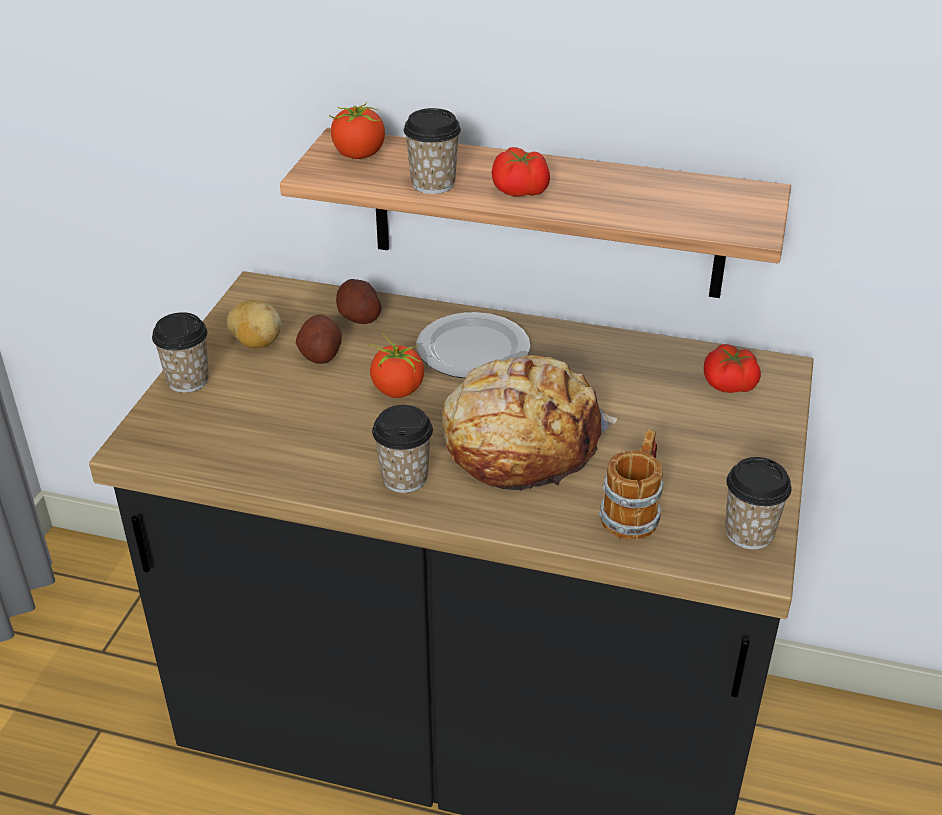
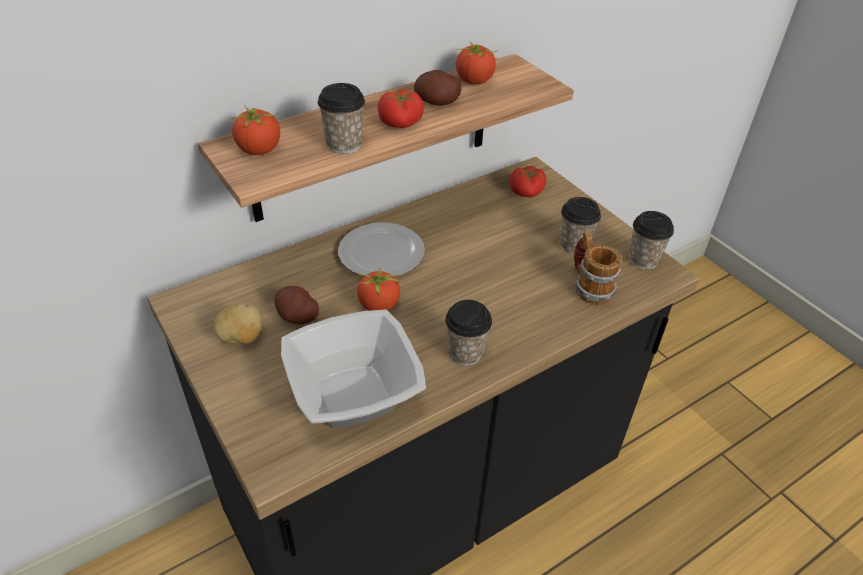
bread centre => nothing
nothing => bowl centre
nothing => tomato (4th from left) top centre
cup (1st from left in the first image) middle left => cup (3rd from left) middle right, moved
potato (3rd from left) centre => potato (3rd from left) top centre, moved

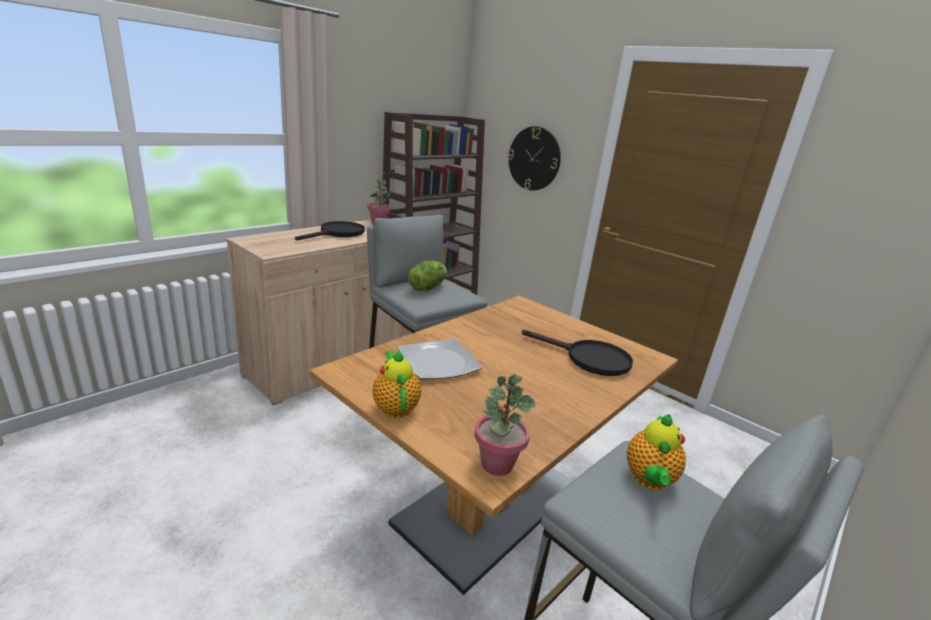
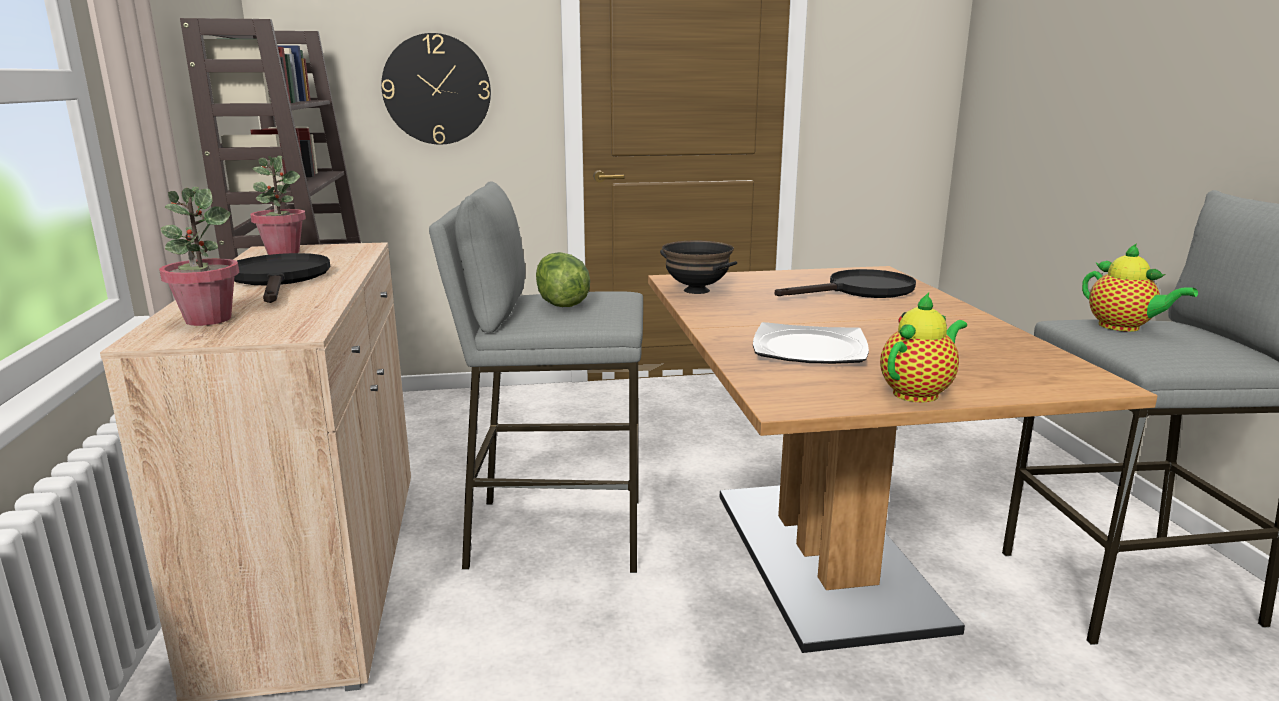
nothing => black bowl centre
potted plant (2nd from left in the first image) bottom centre => potted plant (1st from left) middle left, moved
teapot (1st from left) centre => teapot (1st from left) middle right, 120 degrees clockwise

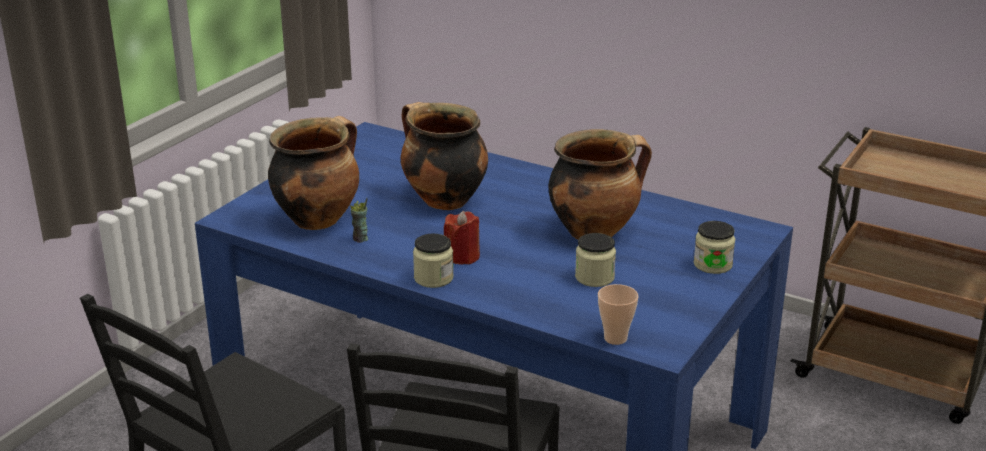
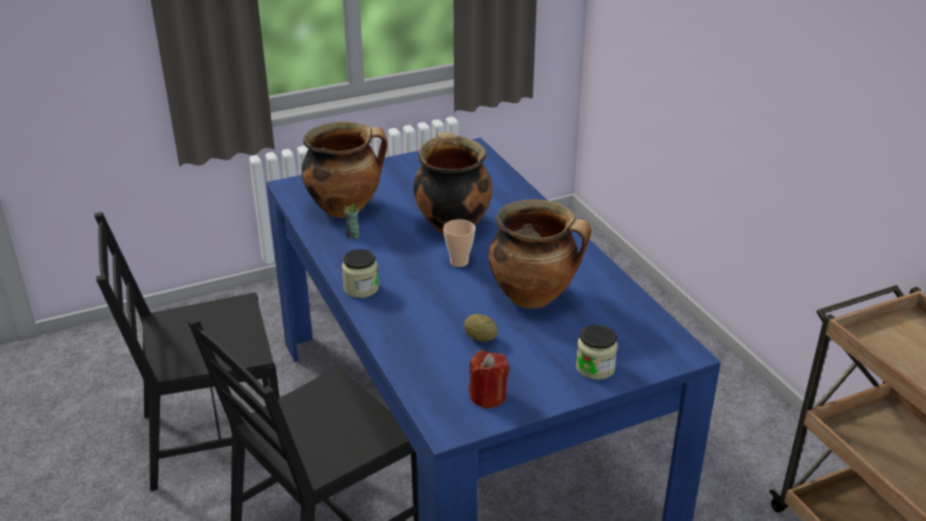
red candle centre => red candle bottom centre, moved
cup (2nd from left) bottom centre => cup (2nd from left) centre, moved
jar (2nd from left) centre => potato centre

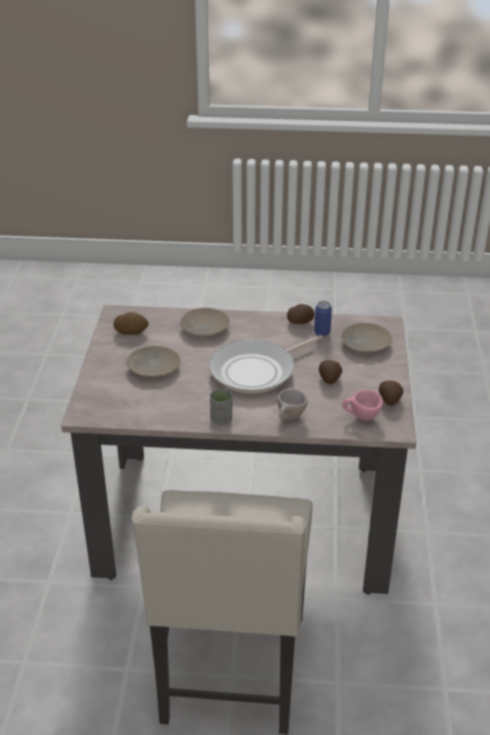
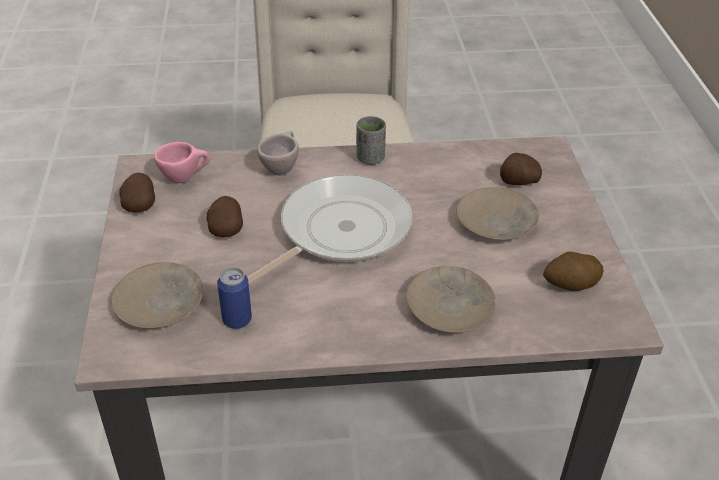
potato (2nd from left in the first image) centre => potato (3rd from left) middle right, moved

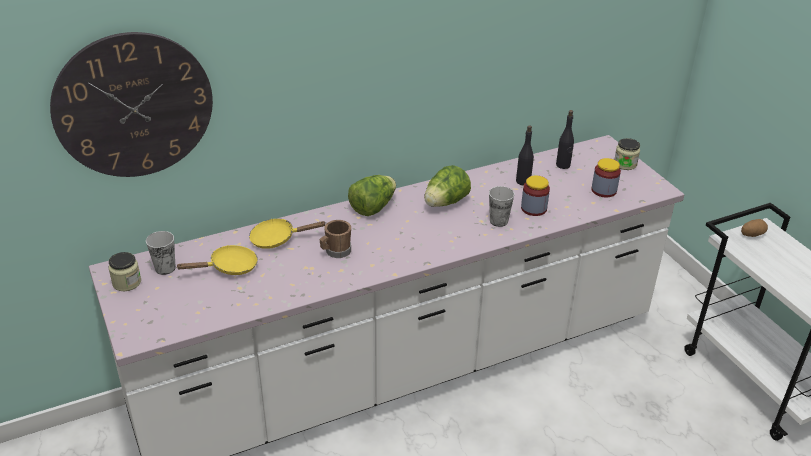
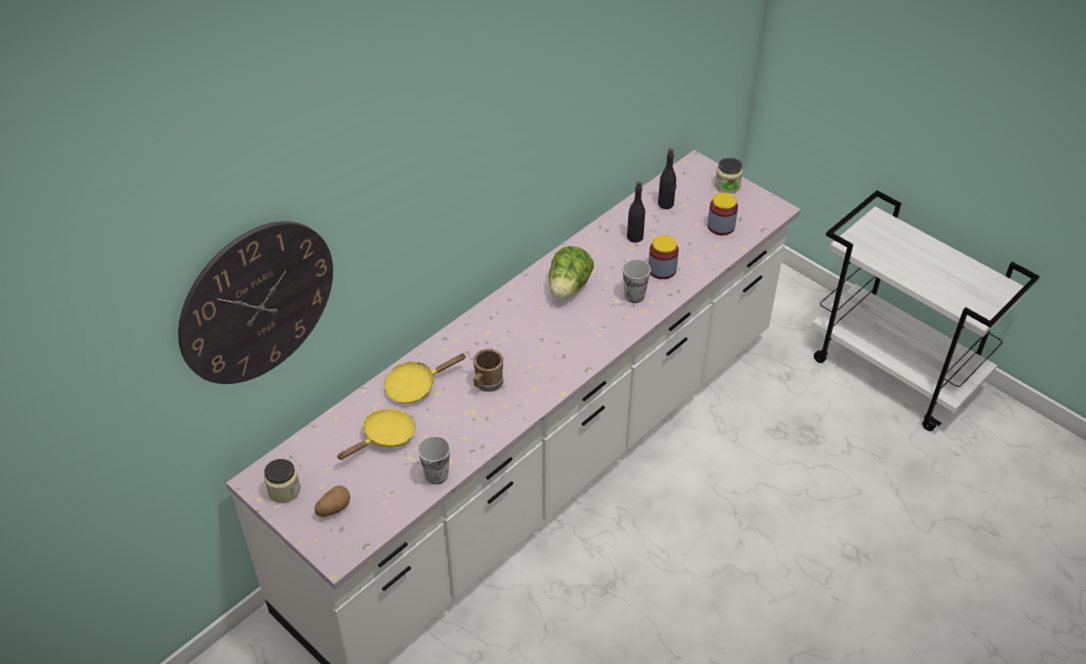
lettuce (1st from left) centre => nothing
cup (1st from left) middle left => cup (1st from left) bottom centre, moved
potato middle right => potato bottom left, moved

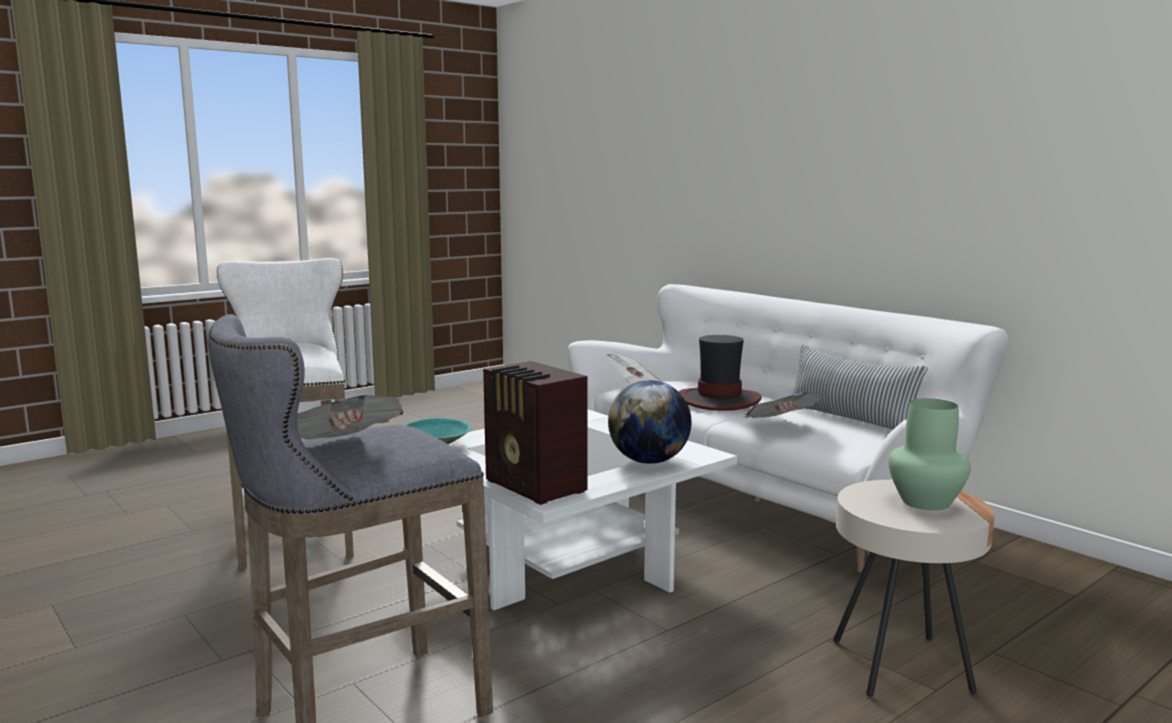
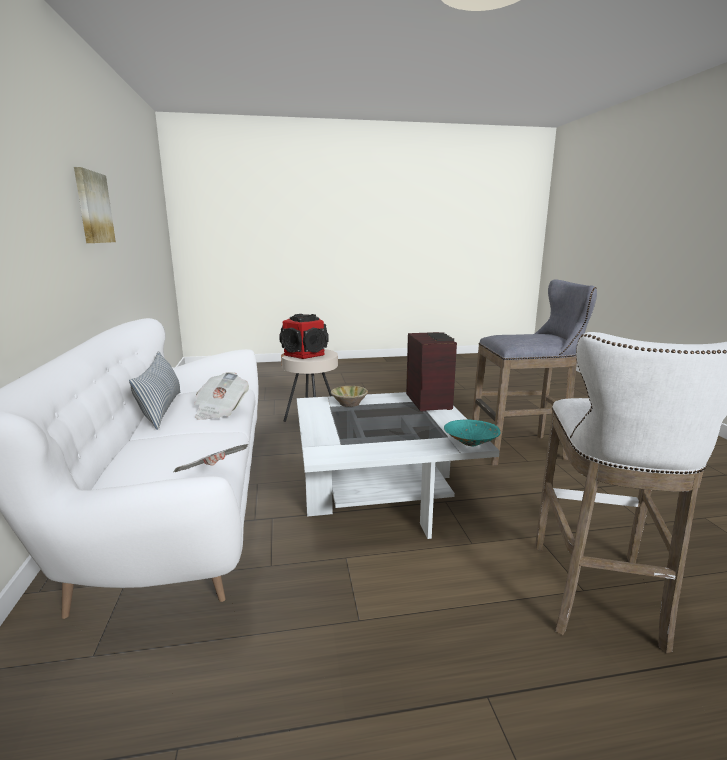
newspaper (1st from left) middle left => nothing
hat centre => nothing
nothing => picture top left
globe centre => beige bowl centre
green vase middle right => speaker centre

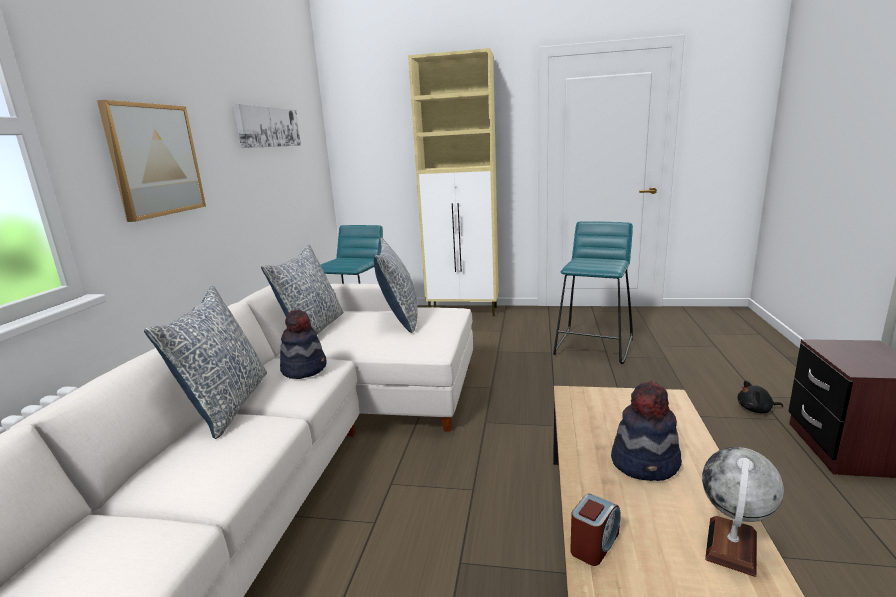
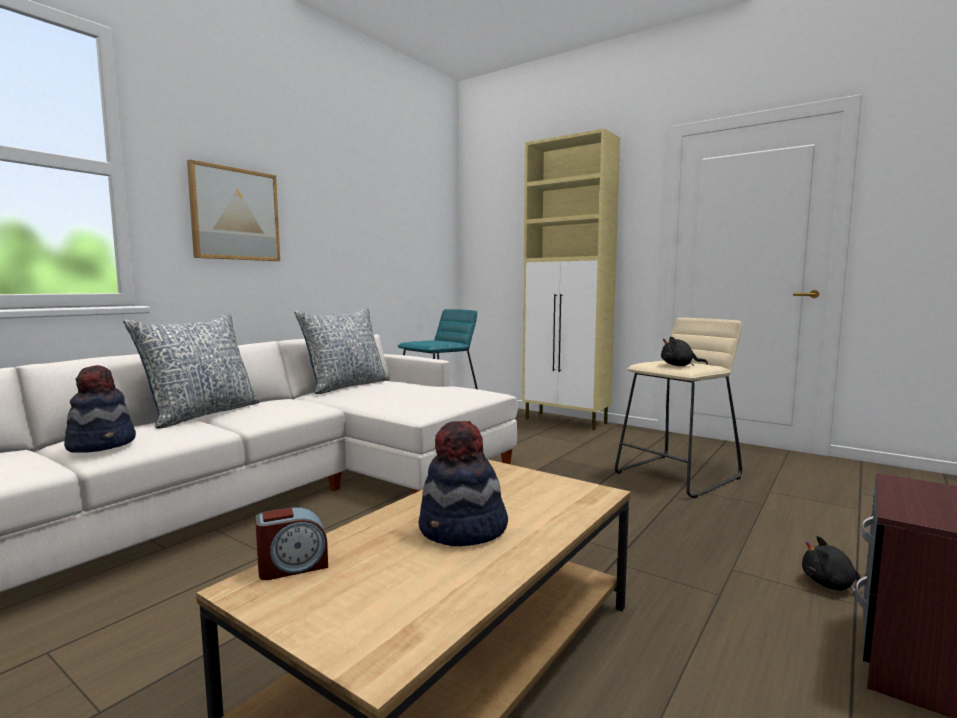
picture (2nd from left) top left => nothing
pillow (3rd from left) centre => nothing
globe bottom right => nothing
nothing => black plush toy (1st from left) middle right
hat (1st from left) centre => hat (1st from left) middle left, moved
turquoise stool (2nd from left) centre => beige stool middle right

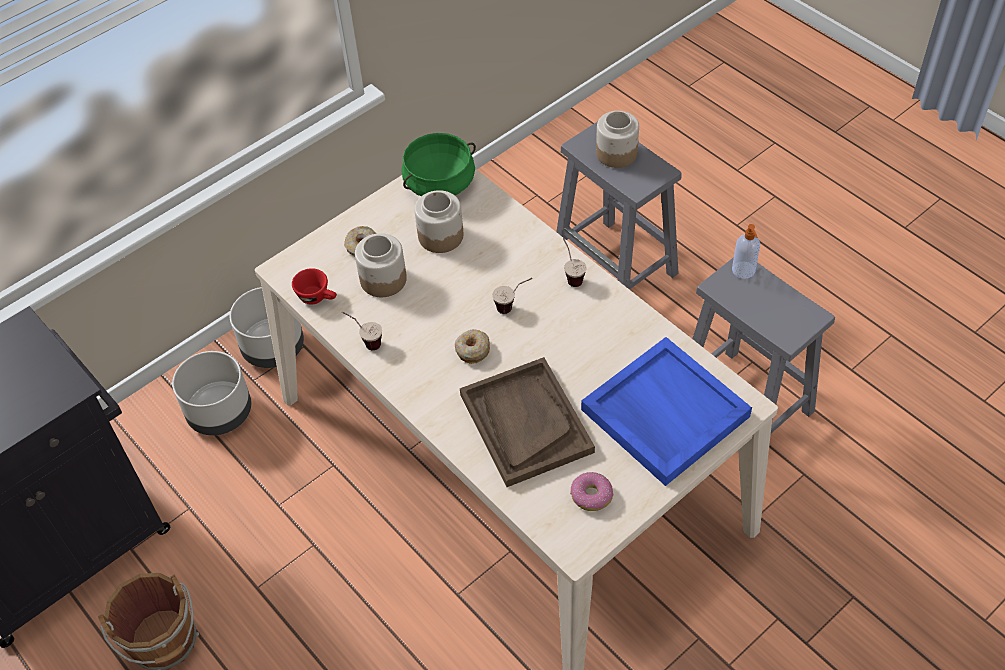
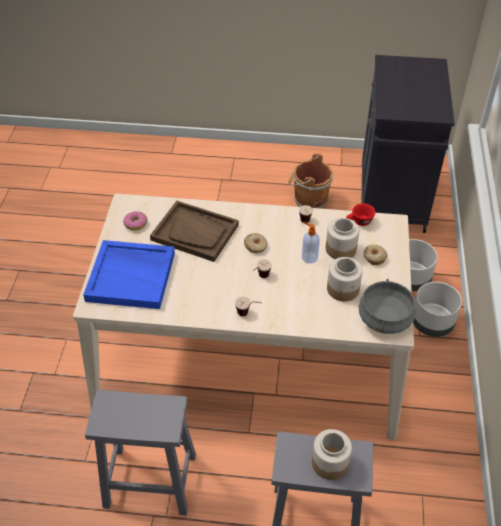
soap dispenser middle right => soap dispenser centre, moved
green cooking pot top centre => grey cooking pot middle right

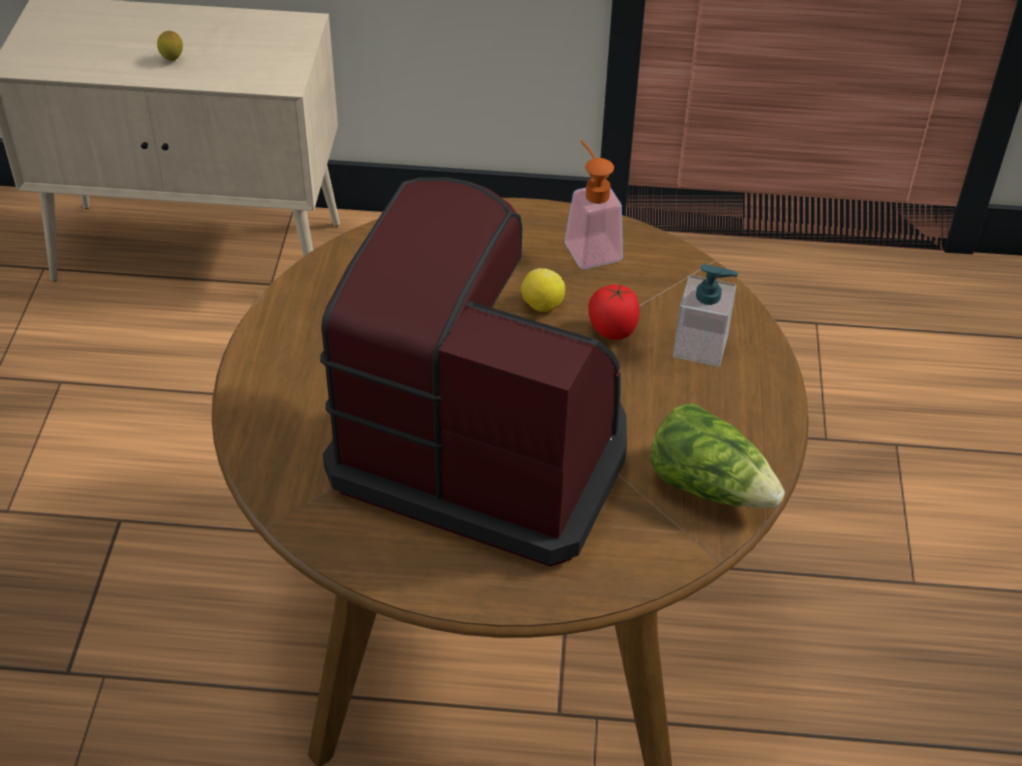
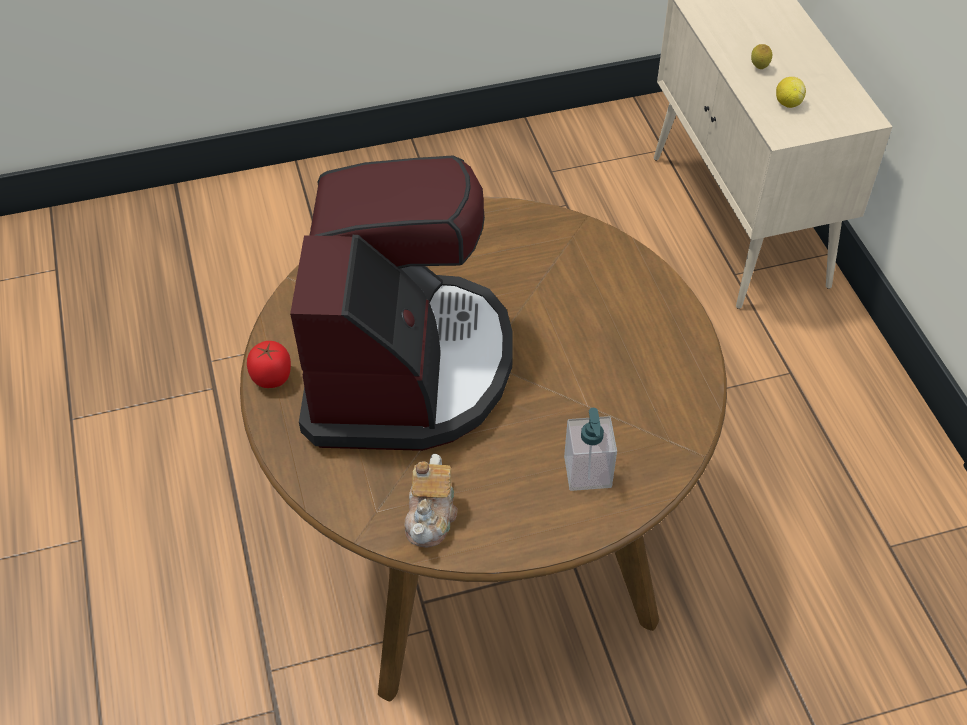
soap dispenser (1st from left) top centre => nothing
lemon (2nd from left) centre => lemon (2nd from left) top right, moved
tomato centre => tomato middle left, moved
lettuce middle right => teapot bottom centre

